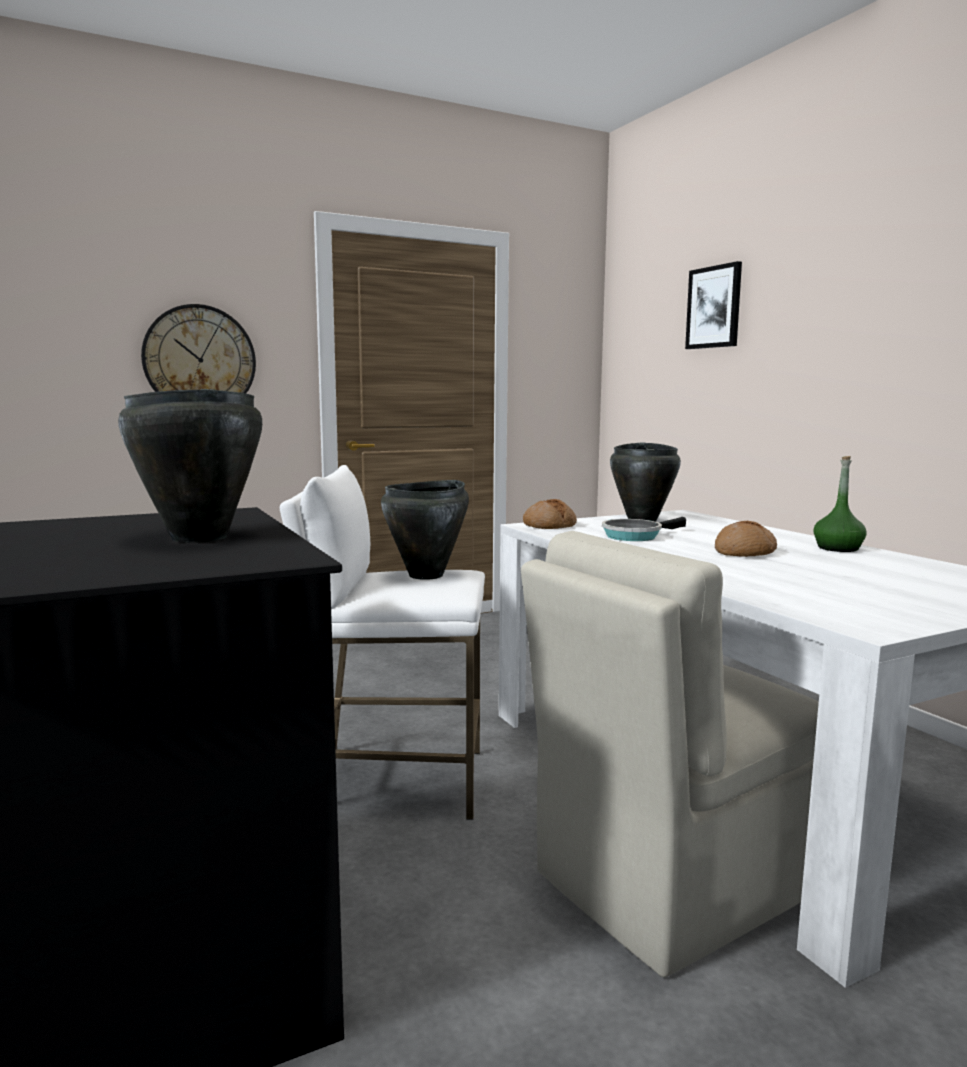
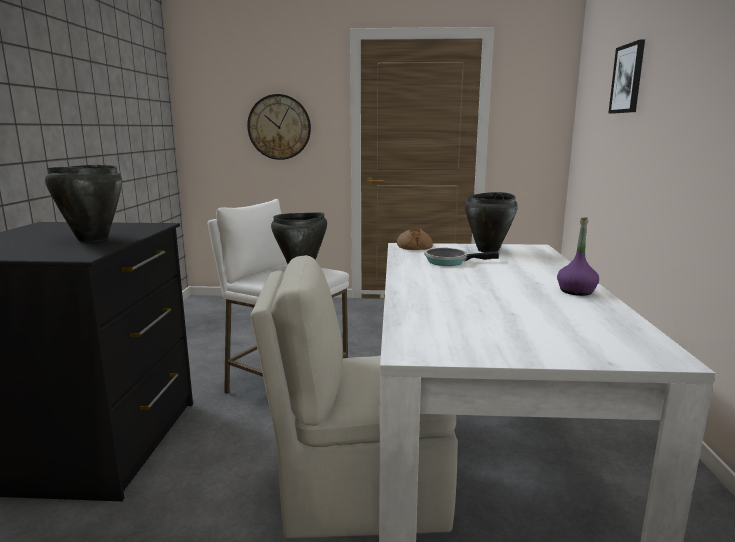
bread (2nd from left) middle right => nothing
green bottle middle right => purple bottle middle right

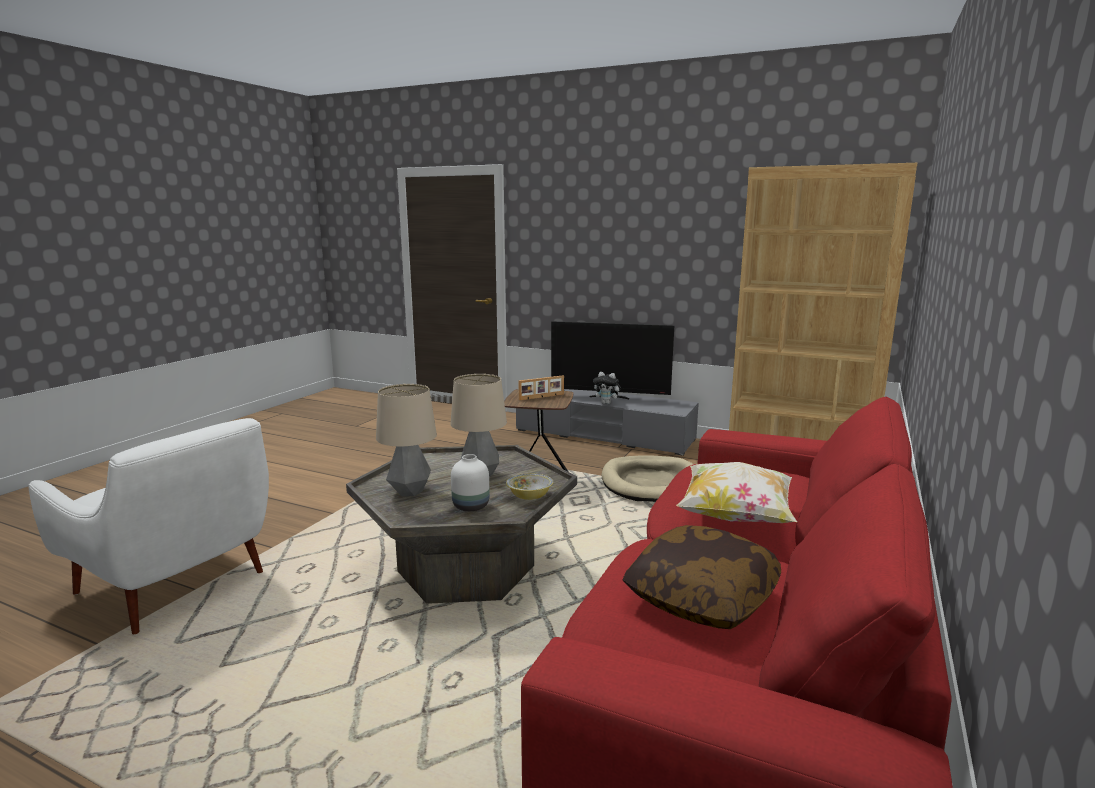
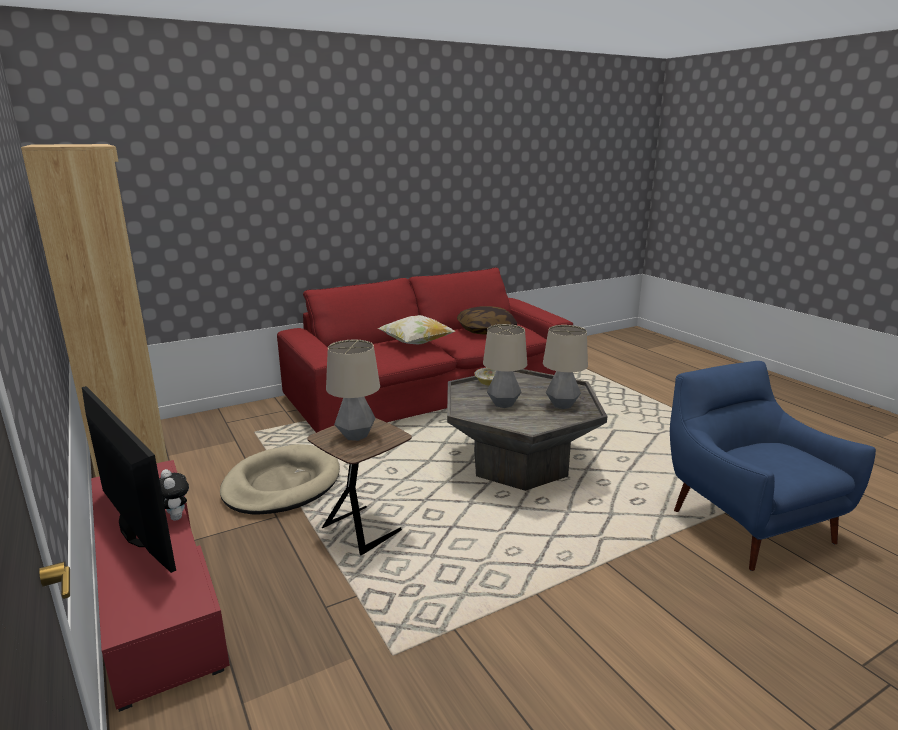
white vase centre => nothing
picture frame centre => table lamp (1st from left) centre
white armchair bottom left => blue armchair middle right
grey tv stand centre => red tv stand bottom left

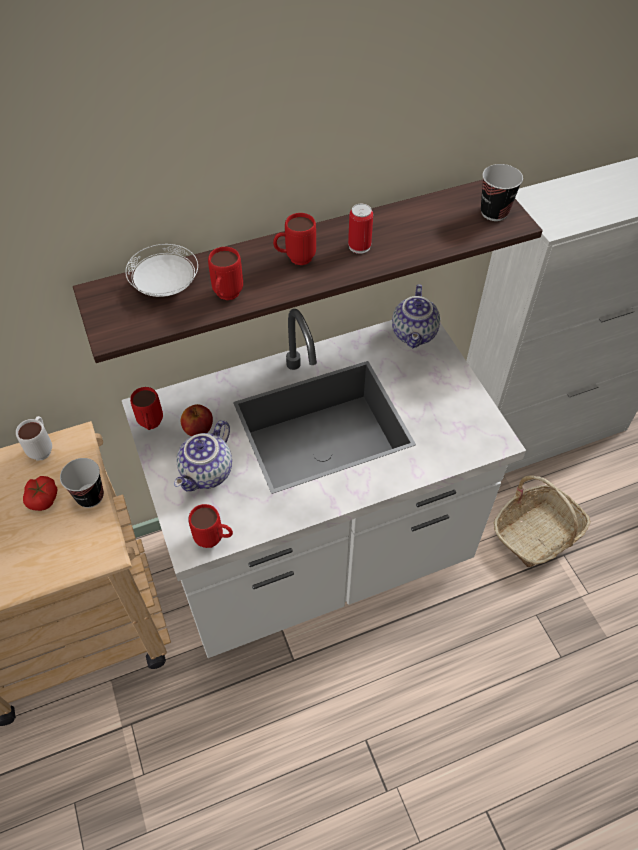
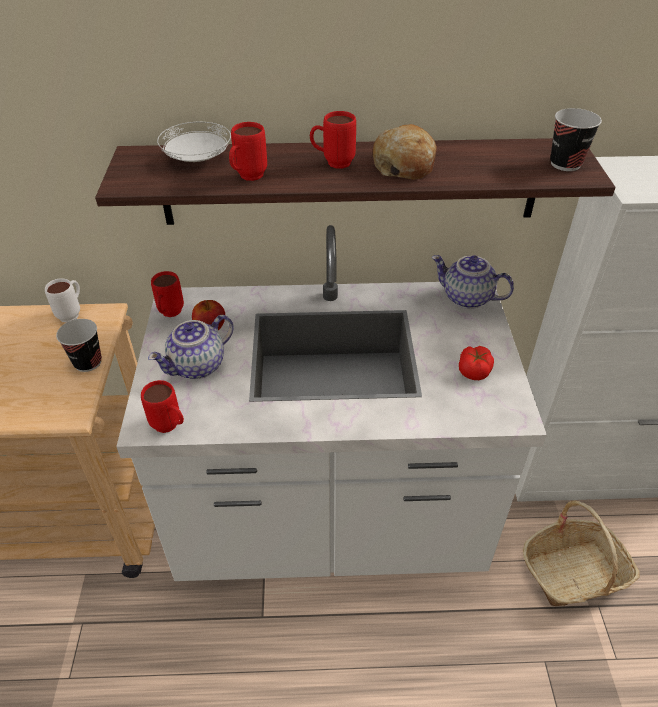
tomato middle left => tomato middle right, moved
can top centre => bread top centre
teapot (2nd from left) centre => teapot (2nd from left) middle right, 90 degrees clockwise

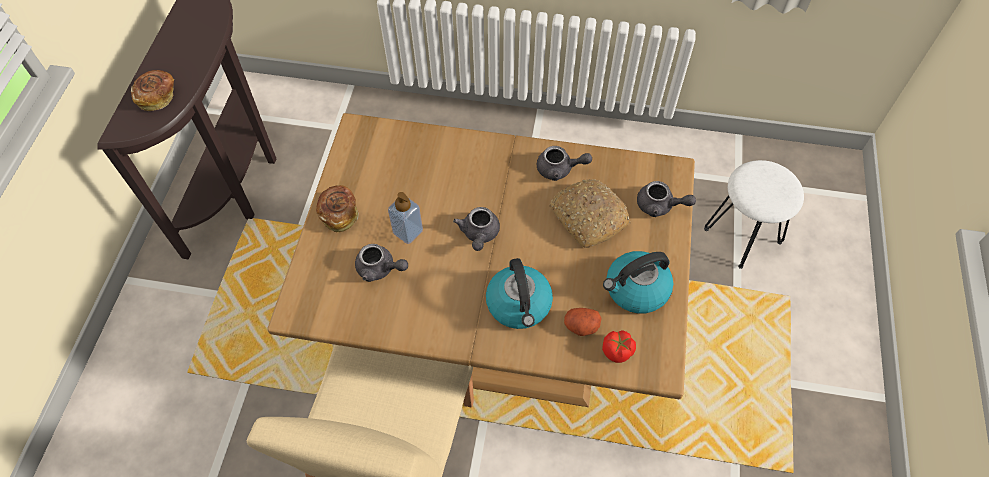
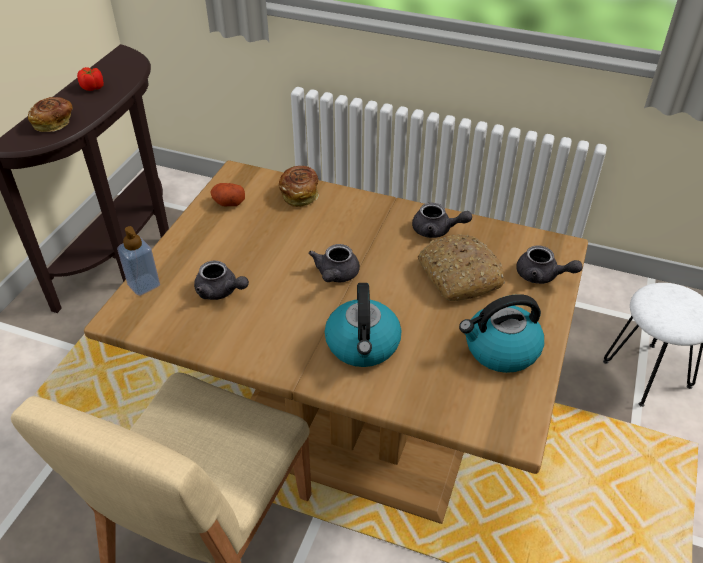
bread (2nd from left) centre => bread (2nd from left) top centre, moved
soap dispenser centre => soap dispenser middle left, moved
potato bottom centre => potato middle left, moved
tomato bottom centre => tomato top left, moved

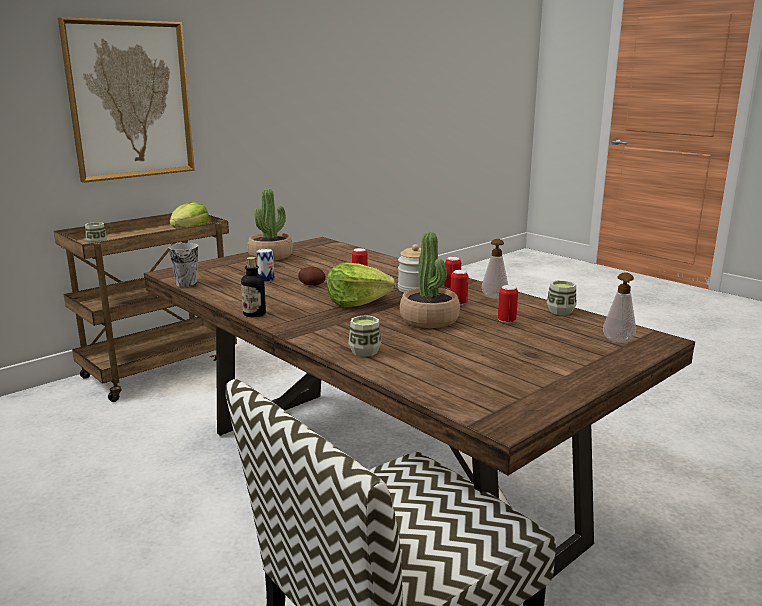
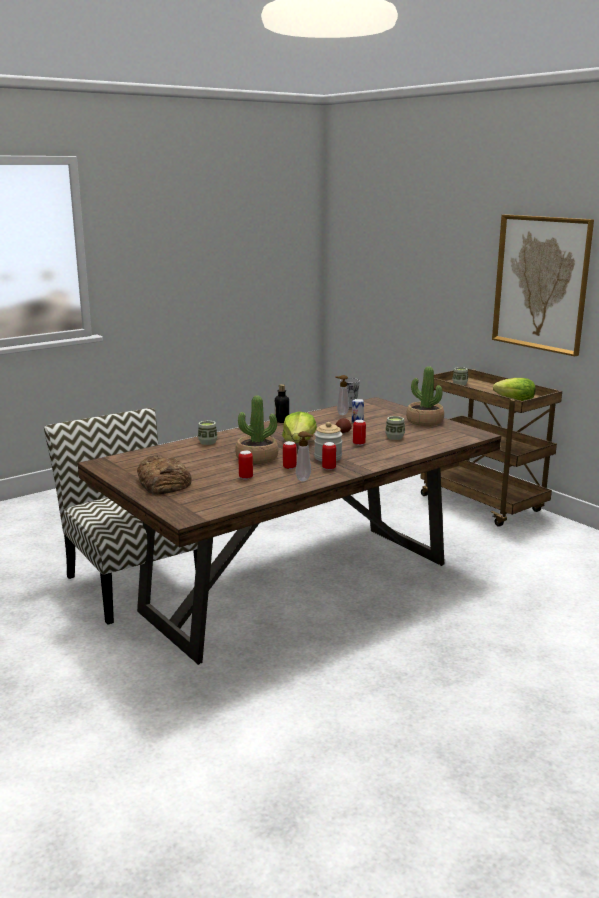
nothing => bread middle left
cup (4th from left in the first image) middle right => cup (3rd from left) centre, moved
soap dispenser (2nd from left) middle right => soap dispenser (2nd from left) centre, moved

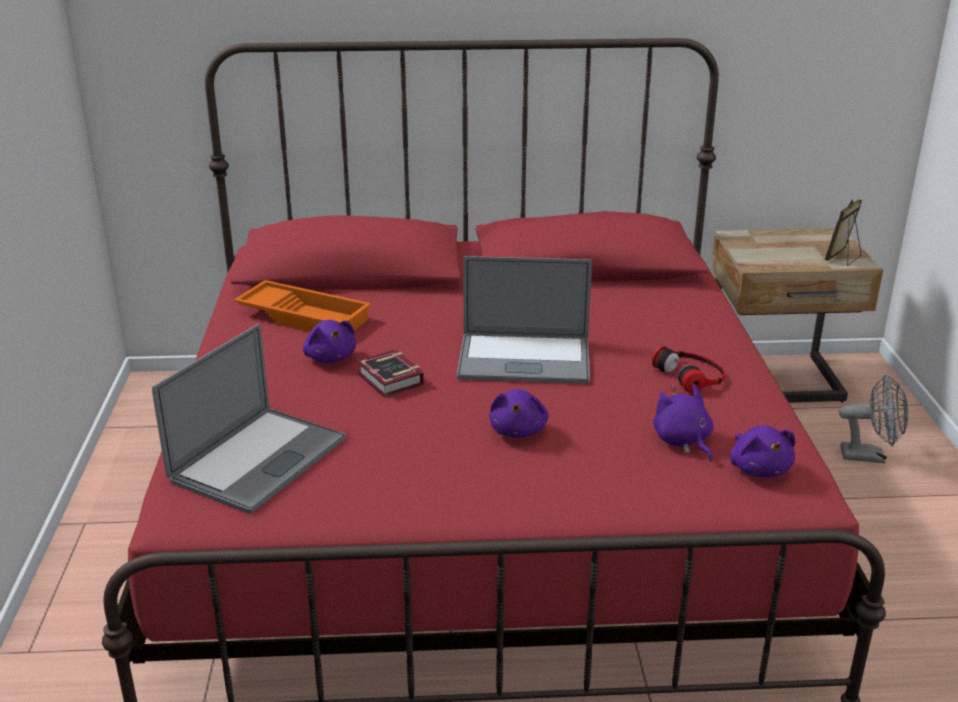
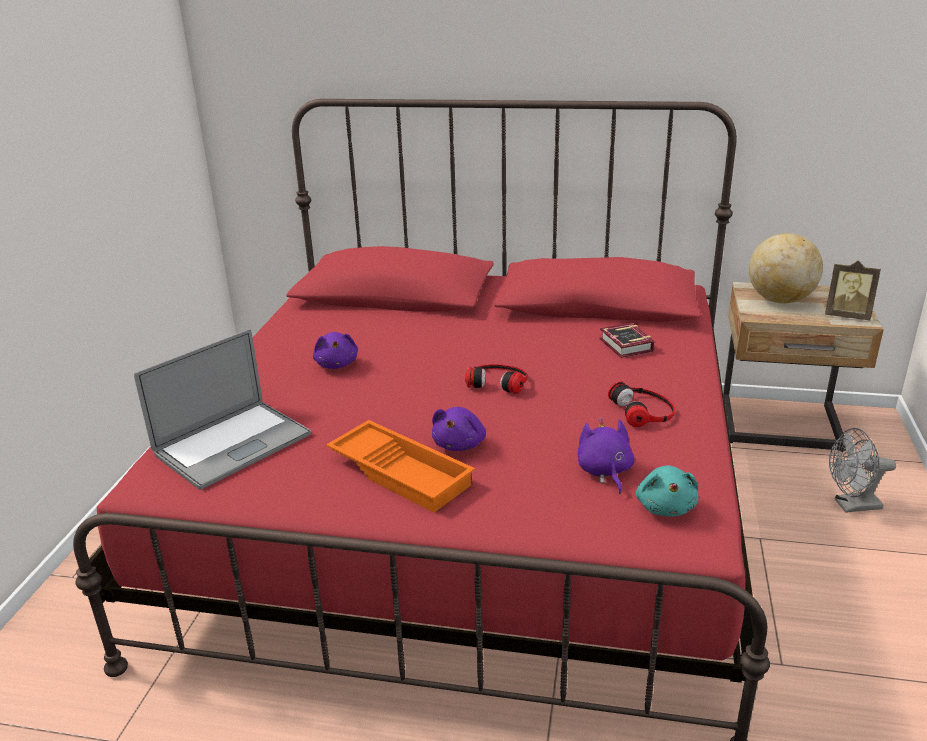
nothing => globe middle right
orange tray middle left => orange tray centre, moved
book centre => book middle right, moved
laptop (2nd from left) centre => headphones (1st from left) centre
purple plush toy (4th from left) middle right => turquoise plush toy middle right
picture frame top right => picture frame middle right, 120 degrees counterclockwise
grey fan middle right, 150 degrees clockwise

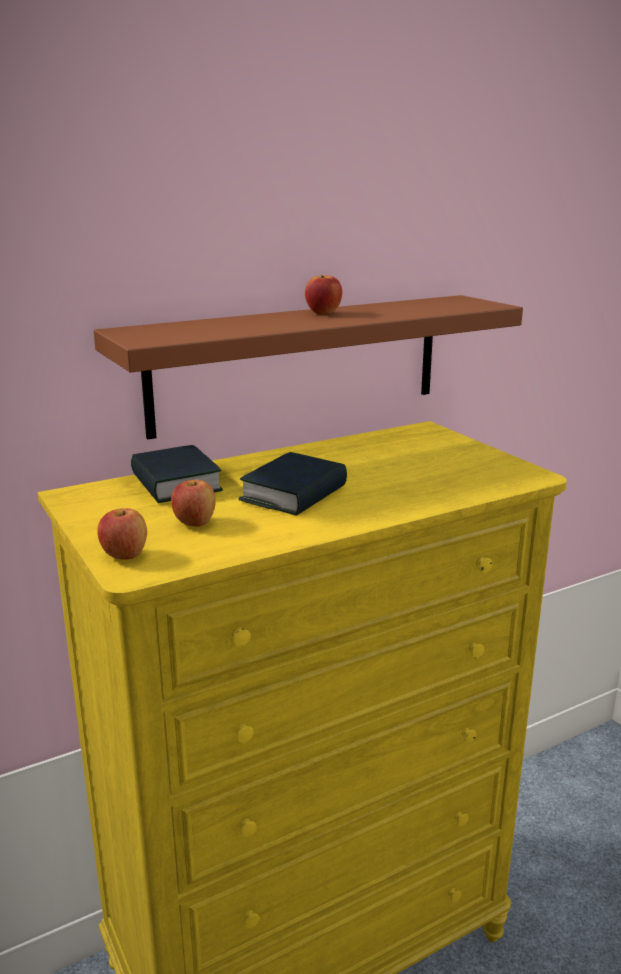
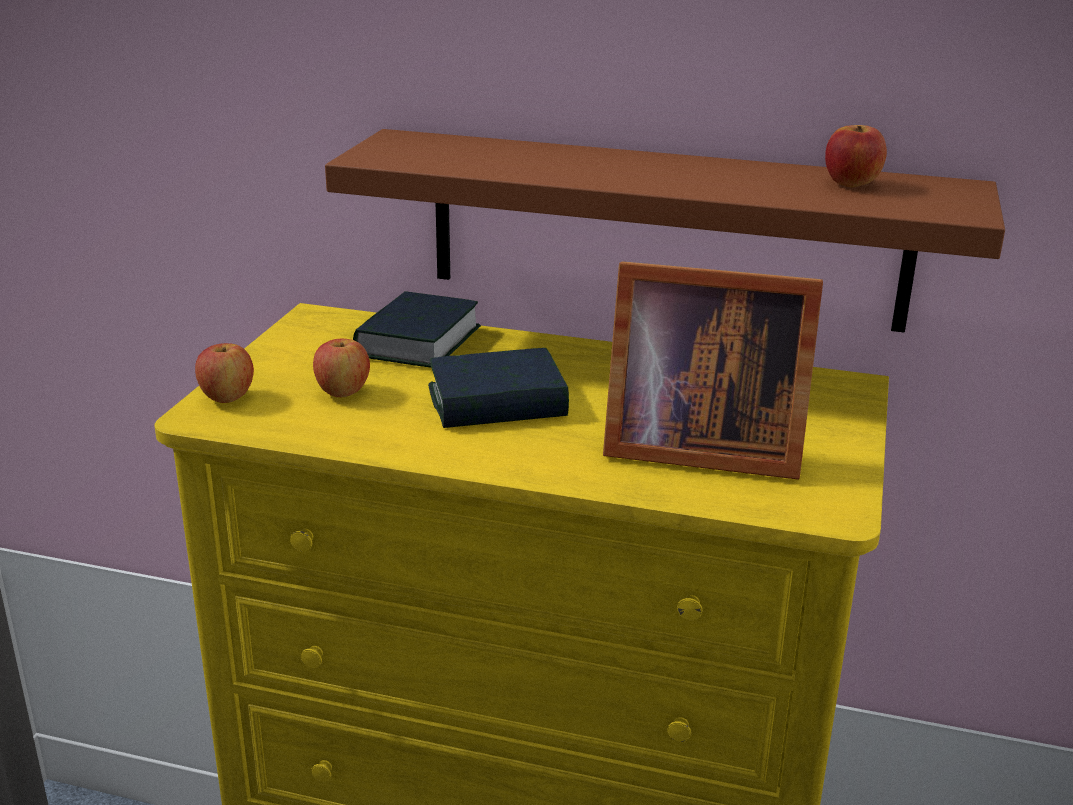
nothing => picture frame centre
apple (3rd from left) top centre => apple (3rd from left) top right, moved

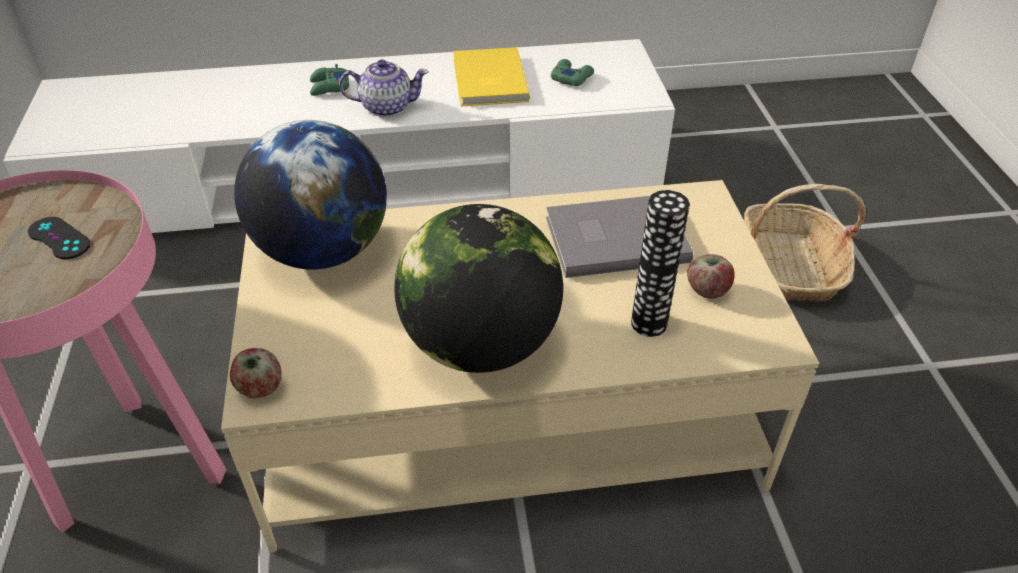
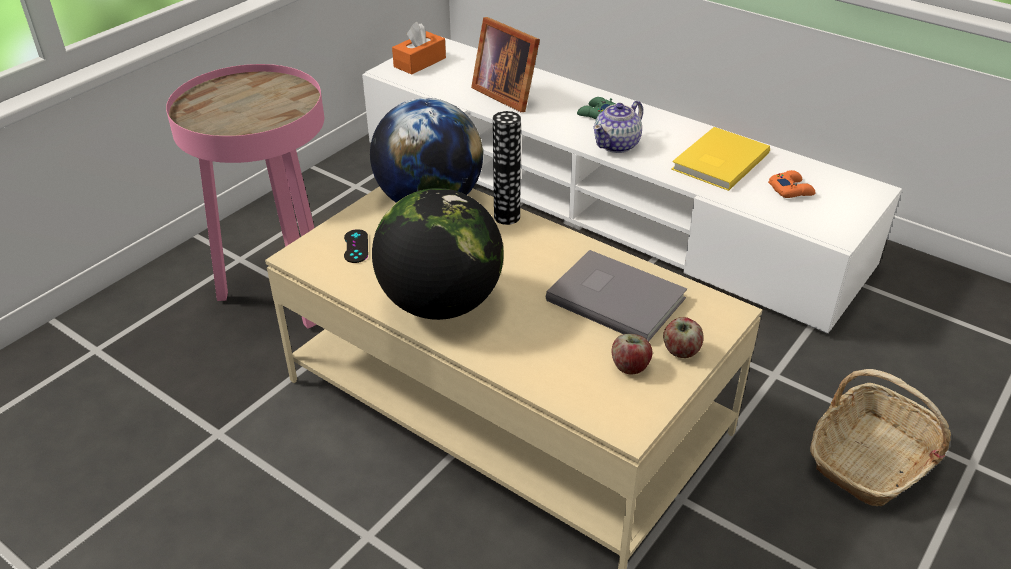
nothing => orange tissue box top centre
nothing => picture frame top centre
black game controller middle left => black game controller centre, moved
apple (1st from left in the first image) middle left => apple (2nd from left) middle right, moved
vase centre => vase top centre, moved
green game controller (2nd from left) top centre => orange game controller top right
teapot top centre, 90 degrees clockwise

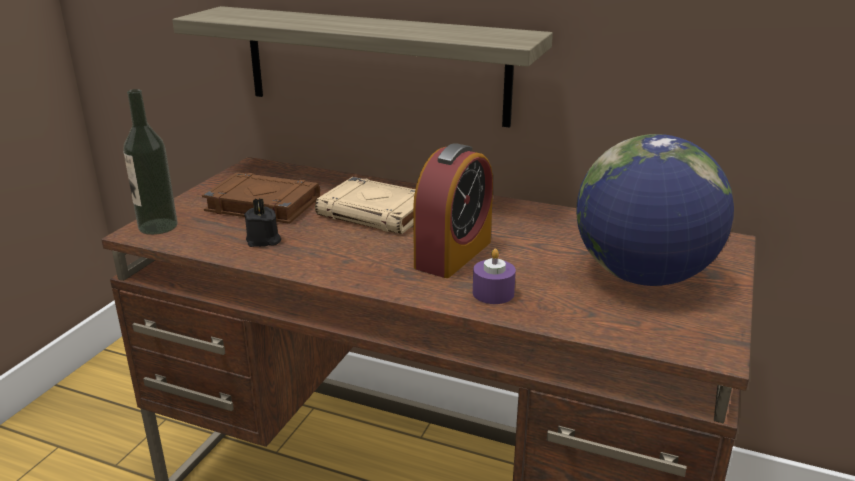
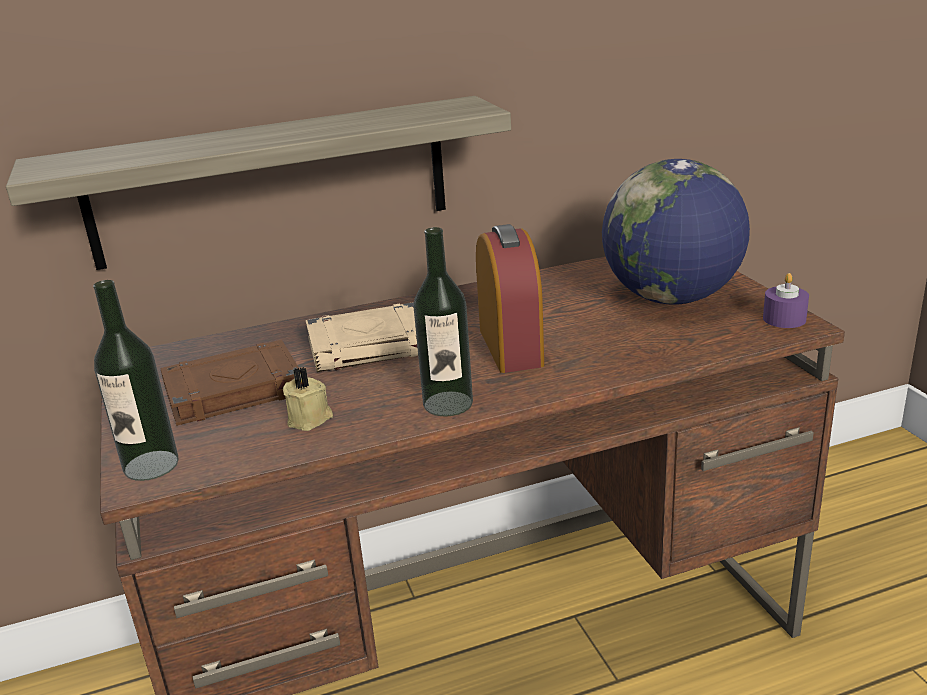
nothing => bottle (2nd from left) centre
purple candle centre => purple candle middle right, moved
black candle middle left => beige candle middle left

